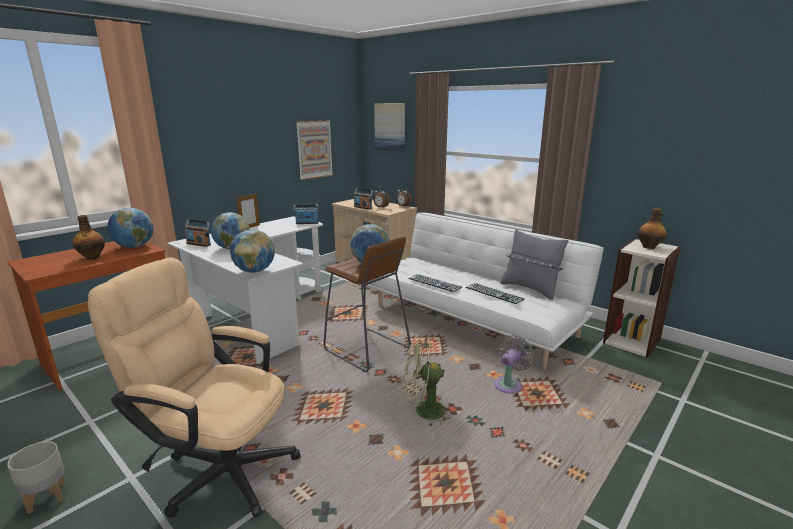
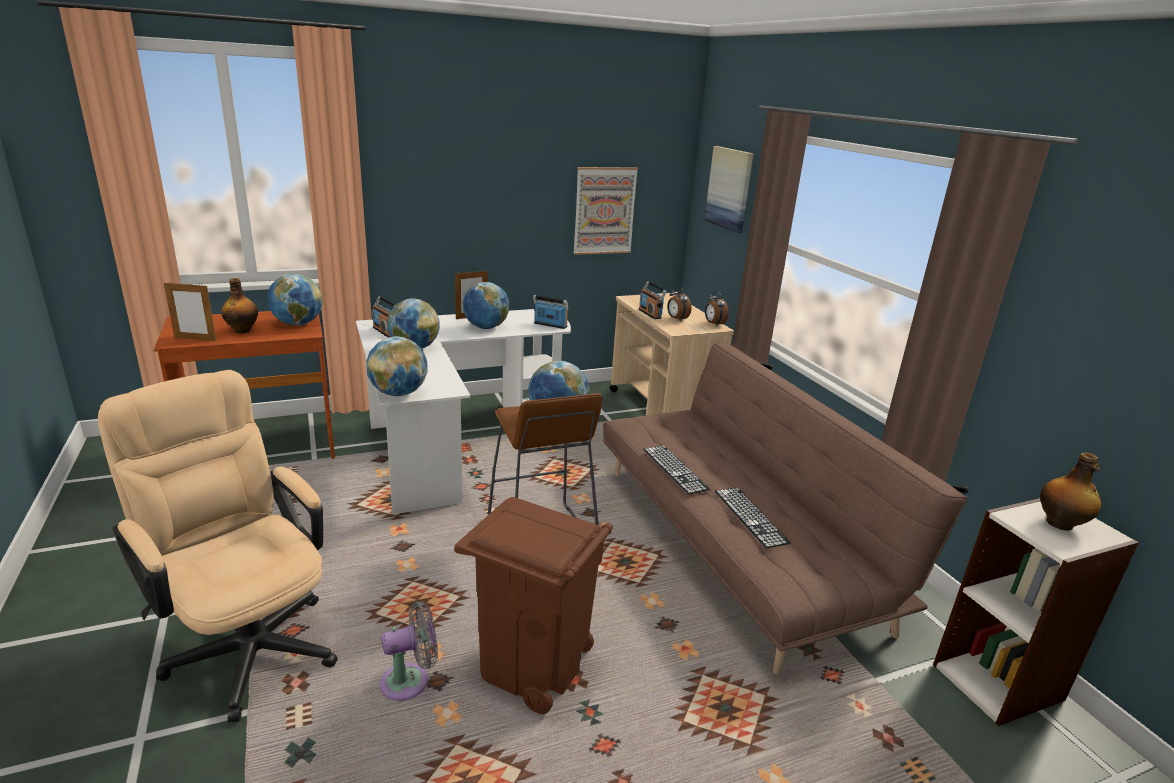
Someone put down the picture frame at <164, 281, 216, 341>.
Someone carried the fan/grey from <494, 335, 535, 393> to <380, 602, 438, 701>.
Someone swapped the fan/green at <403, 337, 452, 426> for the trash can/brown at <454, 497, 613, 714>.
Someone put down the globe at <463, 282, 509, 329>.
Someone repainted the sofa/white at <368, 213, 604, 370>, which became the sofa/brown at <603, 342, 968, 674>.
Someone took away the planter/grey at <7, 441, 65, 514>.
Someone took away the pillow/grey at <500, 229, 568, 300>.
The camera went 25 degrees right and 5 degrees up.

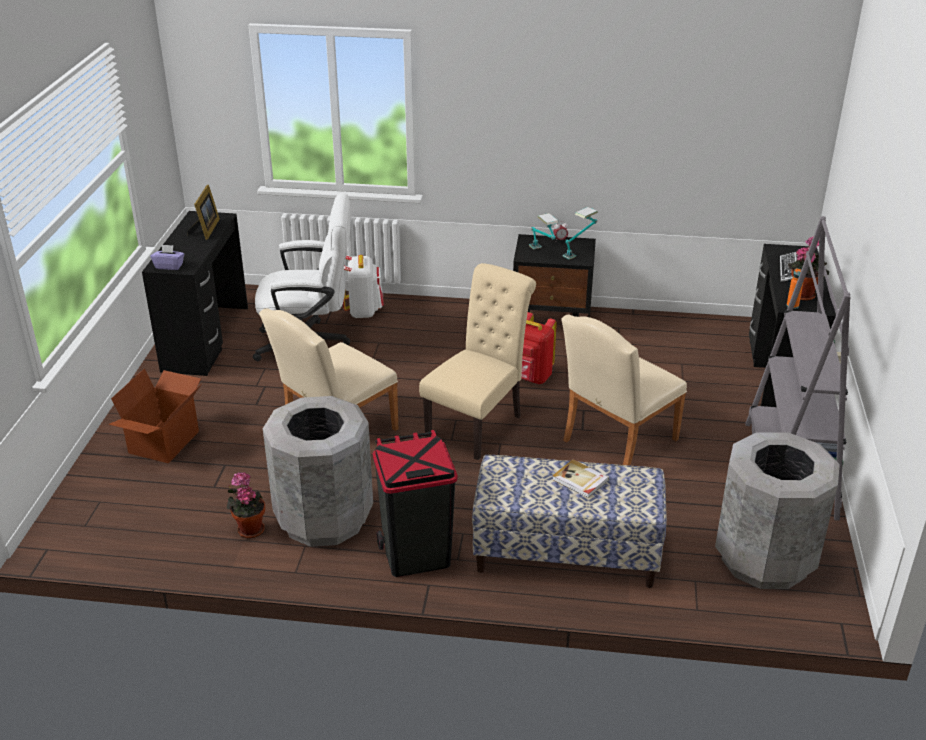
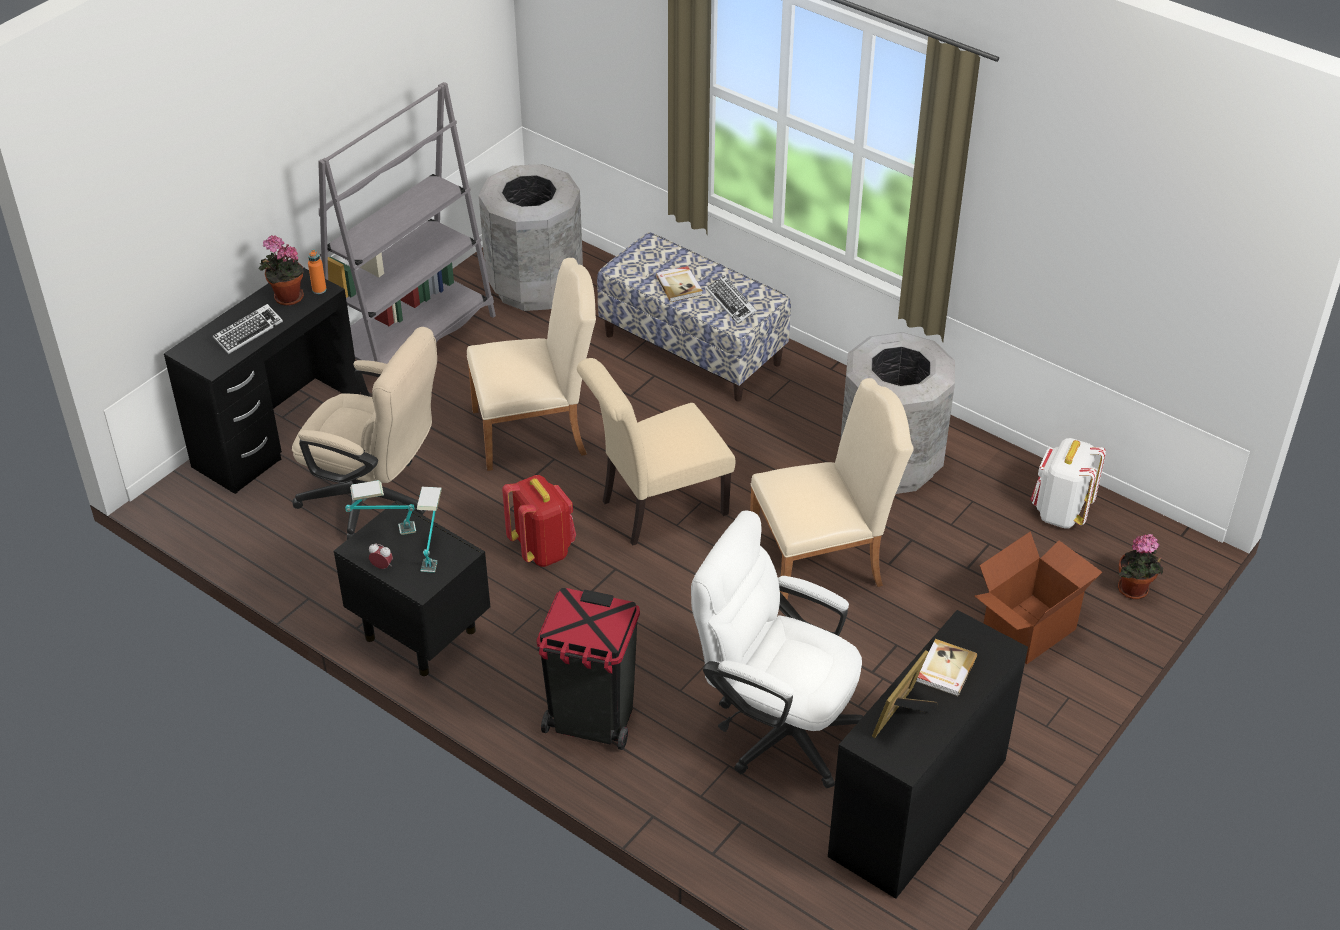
Someone put down the office chair/beige at <292, 327, 437, 539>.
Someone carried the trash can/black from <373, 430, 458, 577> to <536, 588, 640, 750>.
Someone put down the keyboard at <706, 275, 757, 324>.
Someone put down the book at <916, 639, 977, 696>.
Someone carried the backpack/white from <343, 255, 384, 318> to <1031, 438, 1106, 528>.
Someone carried the potted plant from <227, 472, 265, 538> to <1118, 534, 1163, 599>.
Someone took away the tissue box/purple at <151, 245, 184, 270>.
The camera went 150 degrees left and 10 degrees up.

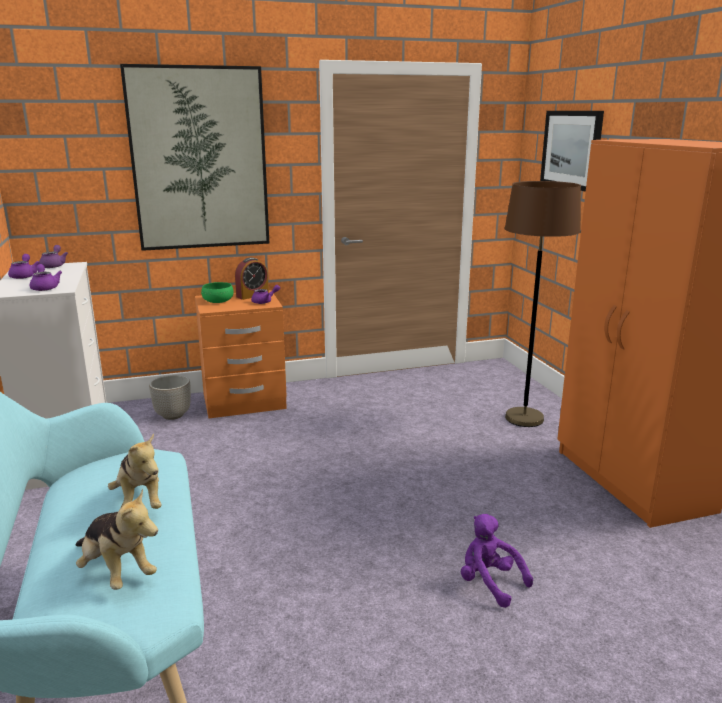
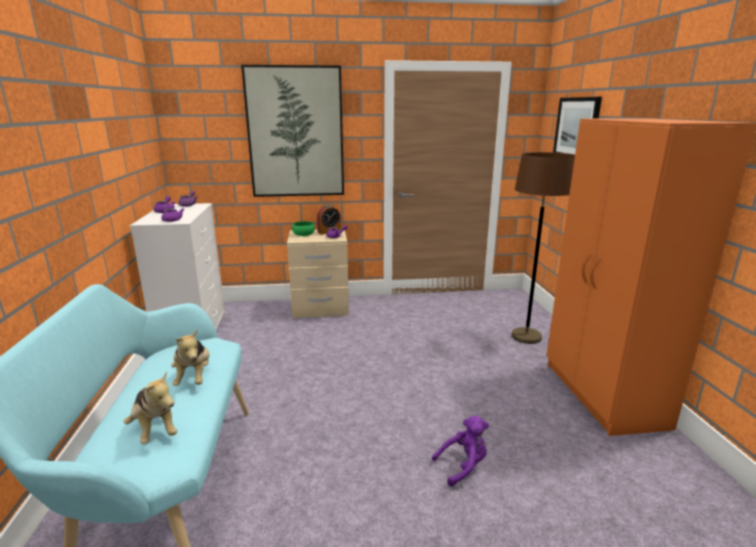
Someone repainted the nightstand/orange at <195, 290, 287, 418>, which became the nightstand/beige at <287, 230, 349, 318>.
Someone rotated the plush toy/purple at <461, 514, 533, 608> by 105 degrees clockwise.
Someone took away the planter at <149, 375, 191, 420>.
The camera went 10 degrees right and 0 degrees up.

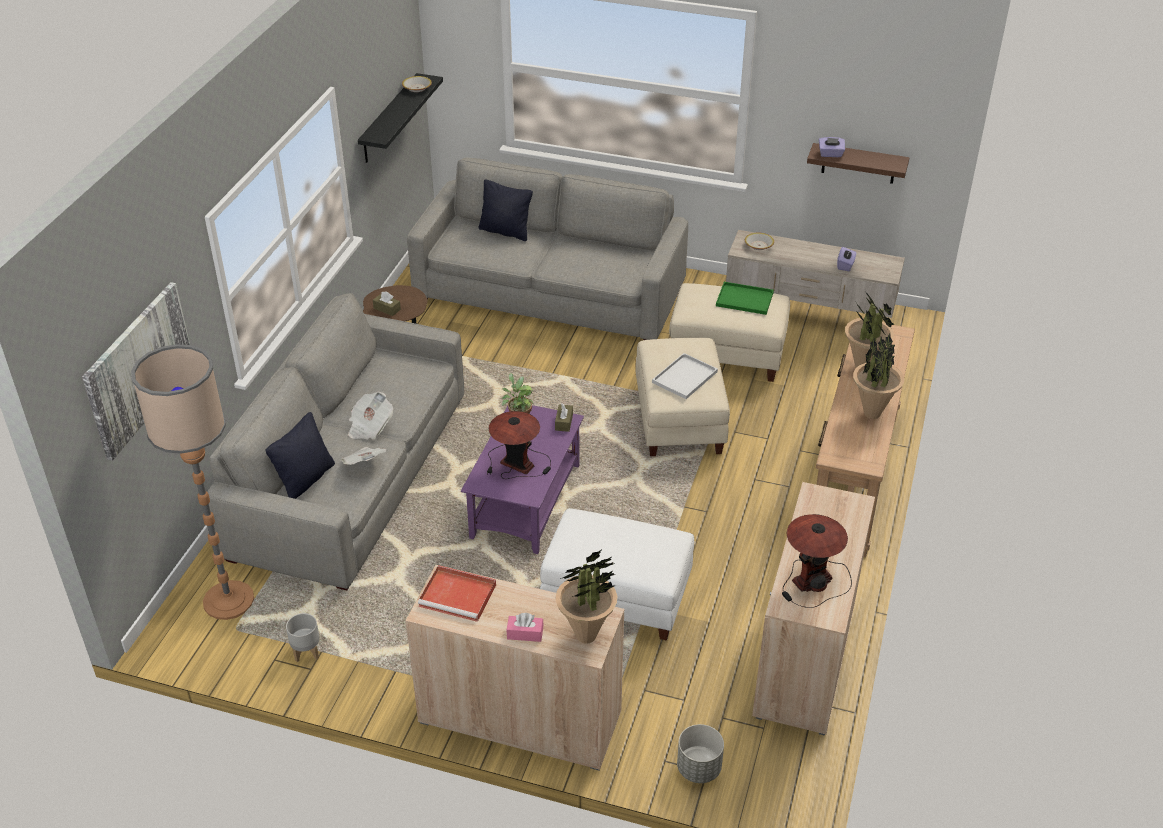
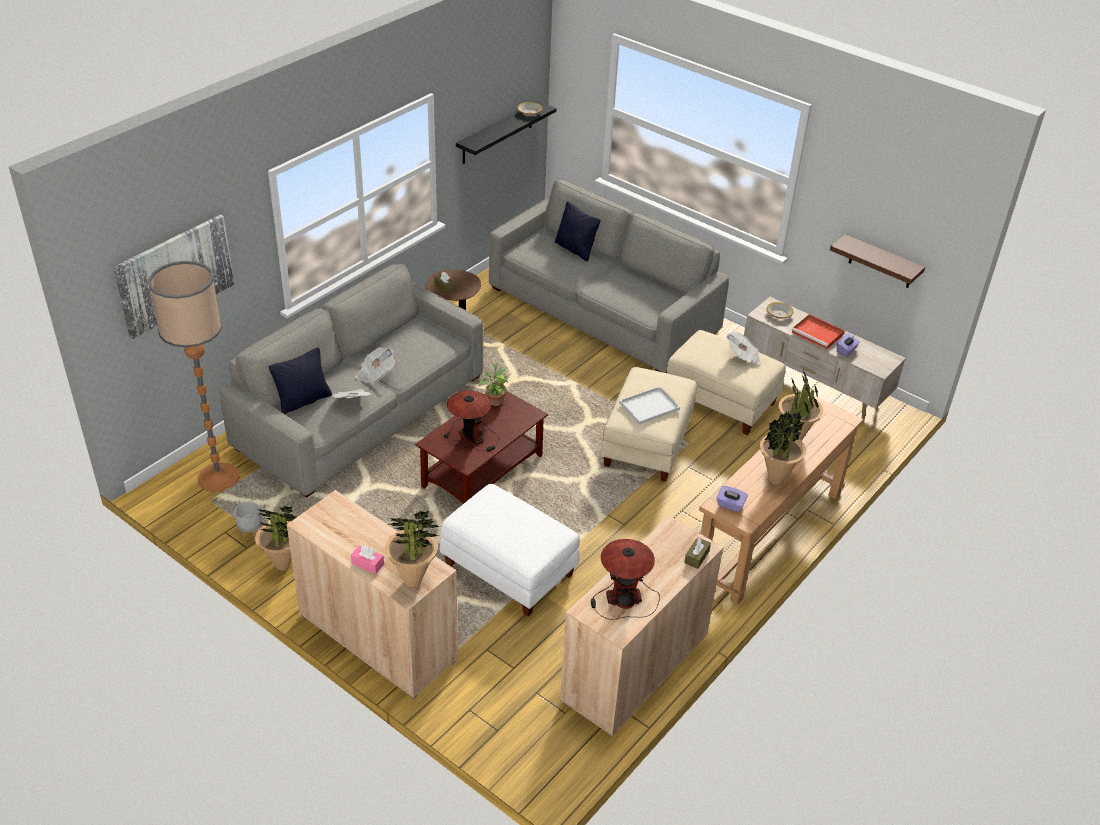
Someone put down the potted plant at <255, 506, 298, 571>.
Someone repainted the coffee table/purple at <461, 405, 584, 554>, which became the coffee table/brown at <415, 391, 548, 504>.
Someone carried the tissue box/brown from <555, 403, 573, 432> to <684, 537, 711, 569>.
Someone carried the tissue box/purple from <819, 137, 845, 157> to <716, 486, 748, 512>.
Someone swapped the tray/green at <716, 282, 774, 315> for the newspaper at <726, 332, 761, 364>.
Someone carried the tray/red from <418, 565, 496, 622> to <791, 314, 845, 349>.
Someone took away the planter/grey at <677, 724, 724, 783>.
The camera went 20 degrees right and 0 degrees up.

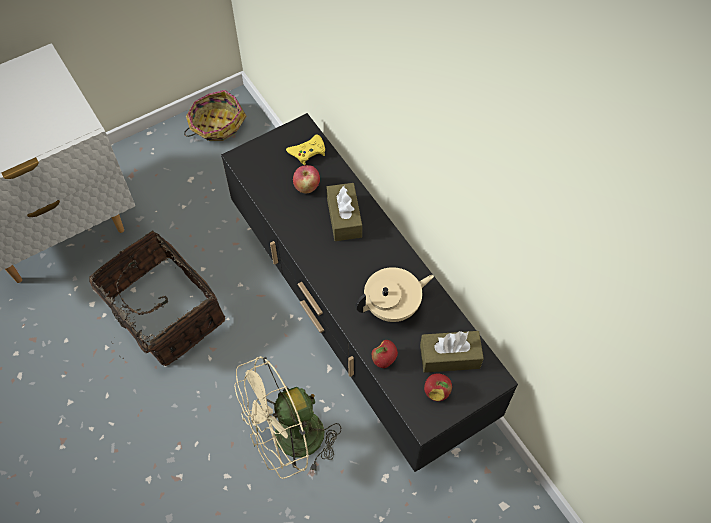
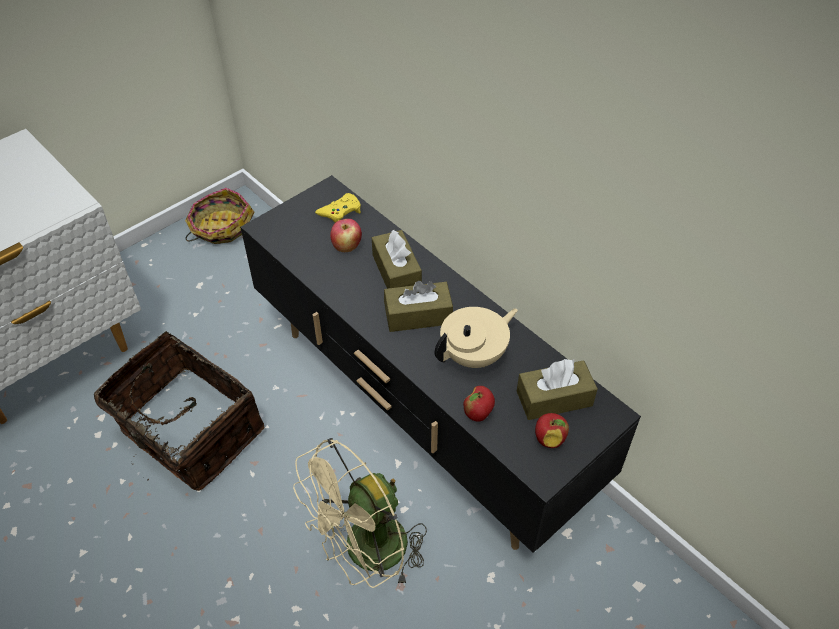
Someone put down the tissue box/brown at <384, 281, 453, 332>.
The camera went 10 degrees left and 10 degrees down.

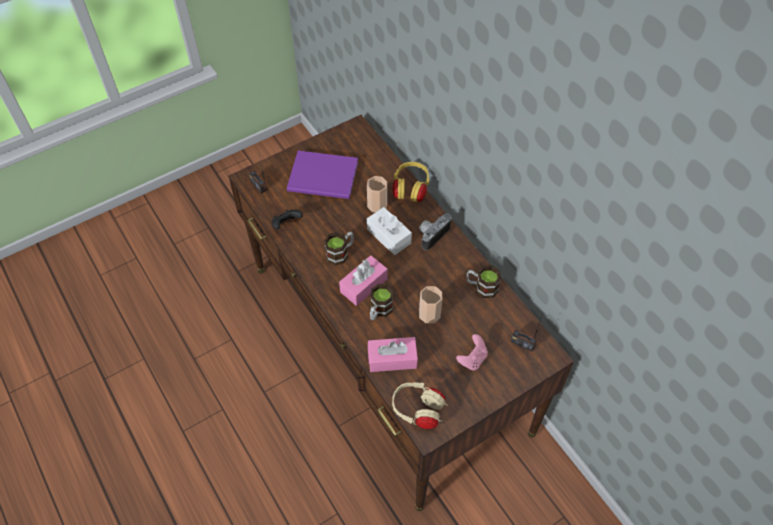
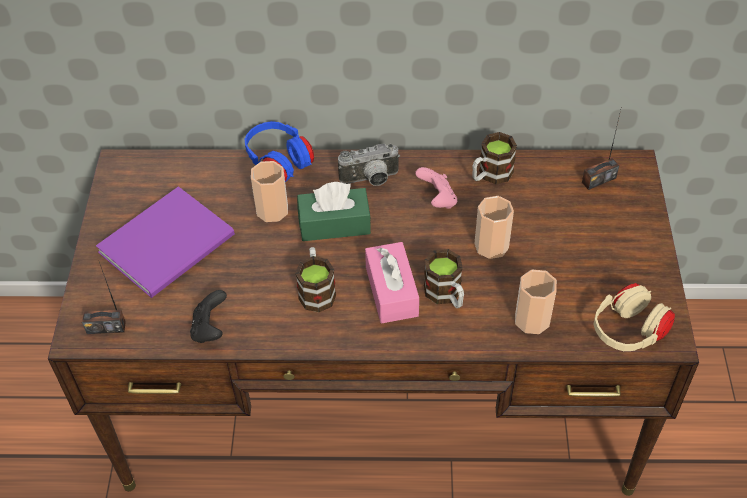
Someone repainted the headphones/yellow at <393, 162, 429, 202>, which became the headphones/blue at <245, 121, 314, 182>.
Someone repainted the tissue box/white at <367, 207, 412, 255>, which became the tissue box/green at <297, 182, 371, 241>.
Someone rotated the photo camera at <419, 213, 452, 250> by 90 degrees counterclockwise.
Someone carried the game controller/pink from <456, 334, 488, 371> to <415, 167, 457, 209>.
Someone swapped the tissue box/pink at <368, 337, 418, 372> for the cup at <515, 270, 557, 334>.
The camera went 55 degrees left and 5 degrees down.

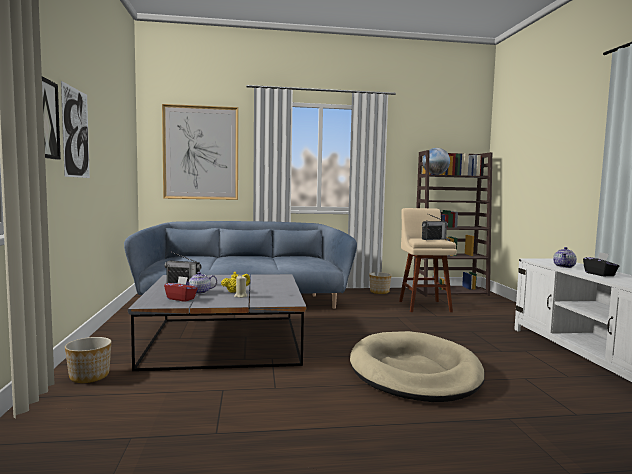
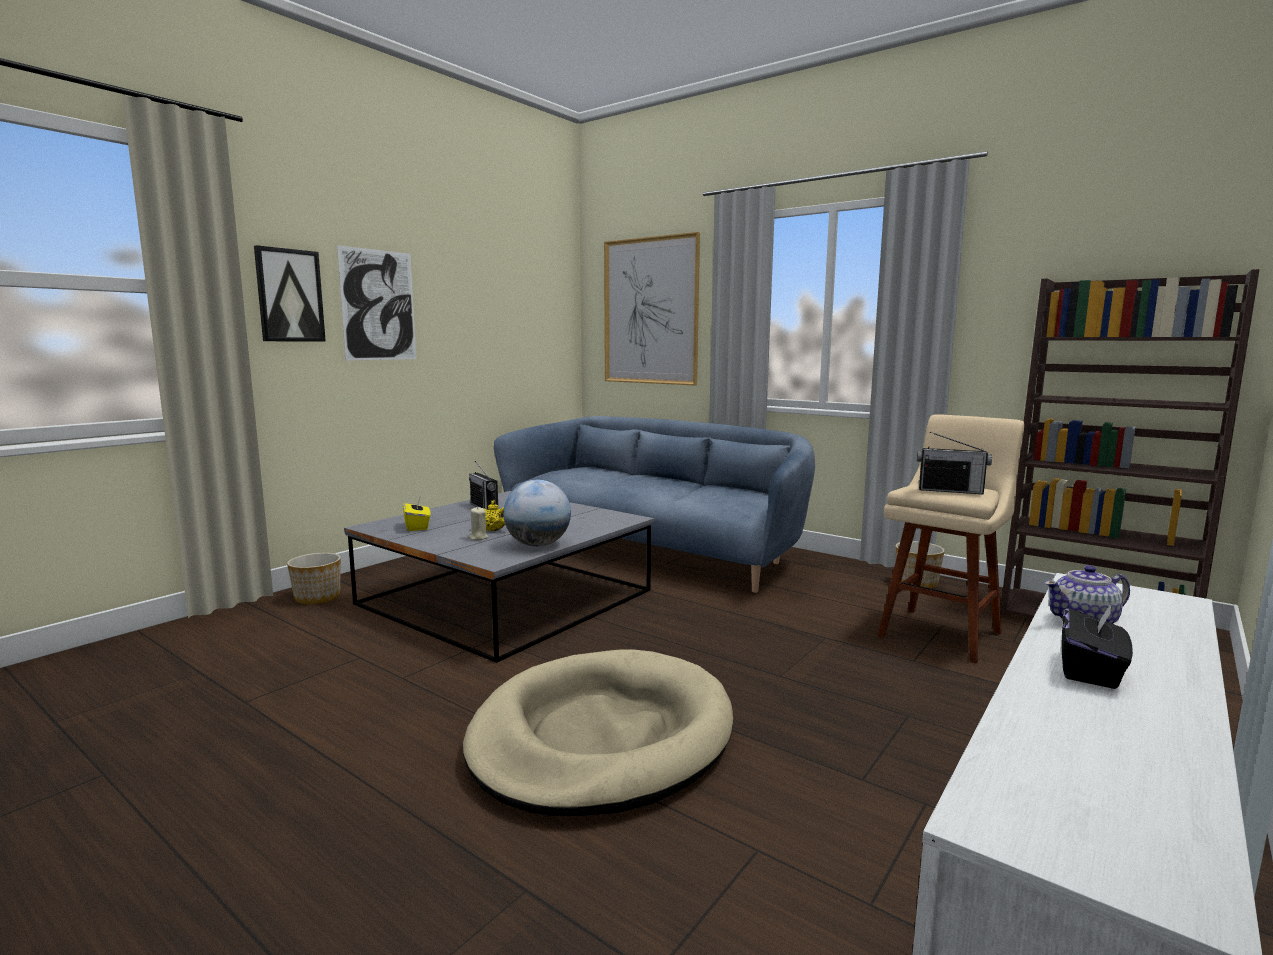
Someone repainted the tissue box/red at <164, 276, 198, 302>, which became the tissue box/yellow at <403, 498, 431, 531>.
Someone carried the globe from <422, 148, 450, 175> to <503, 480, 571, 547>.
Someone took away the teapot at <186, 272, 217, 294>.
The camera went 45 degrees right and 5 degrees up.

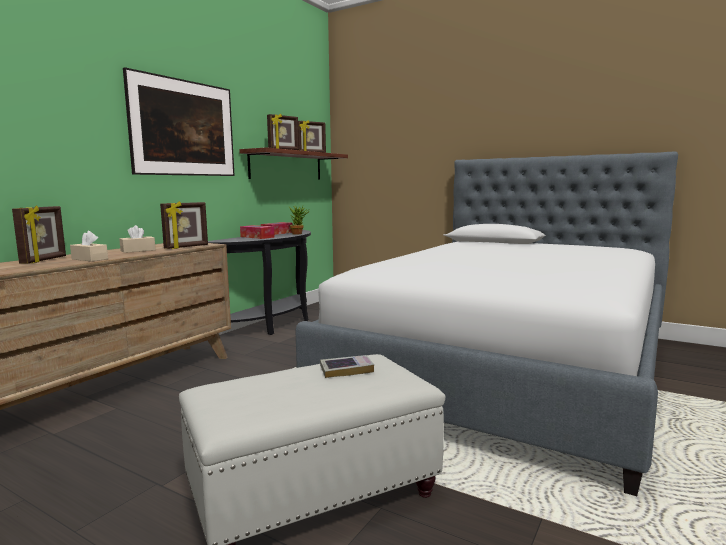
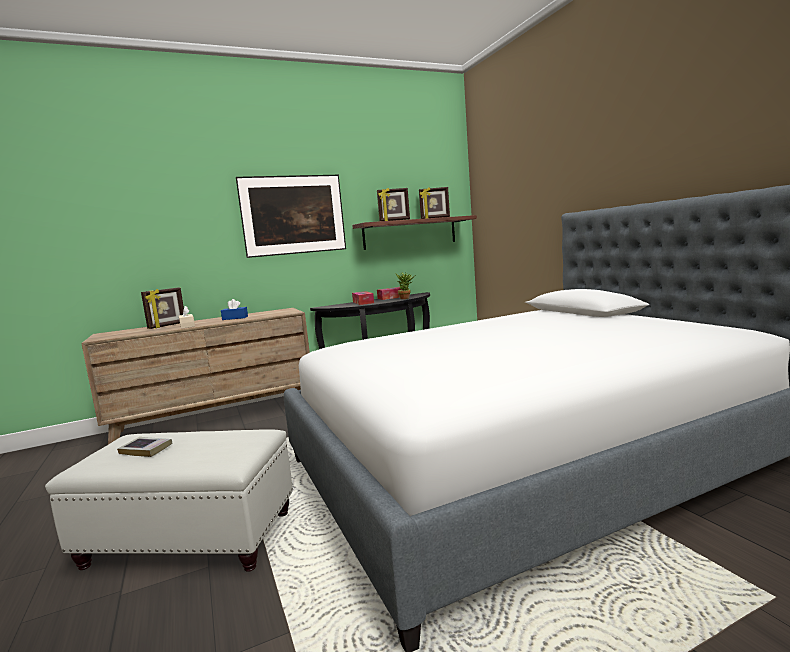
Someone carried the book from <320, 355, 374, 378> to <117, 437, 172, 457>.
Someone repainted the tissue box/beige at <120, 225, 156, 253>, which became the tissue box/blue at <221, 299, 248, 320>.
Someone took away the picture frame at <160, 201, 208, 249>.
The camera went 35 degrees right and 0 degrees up.

